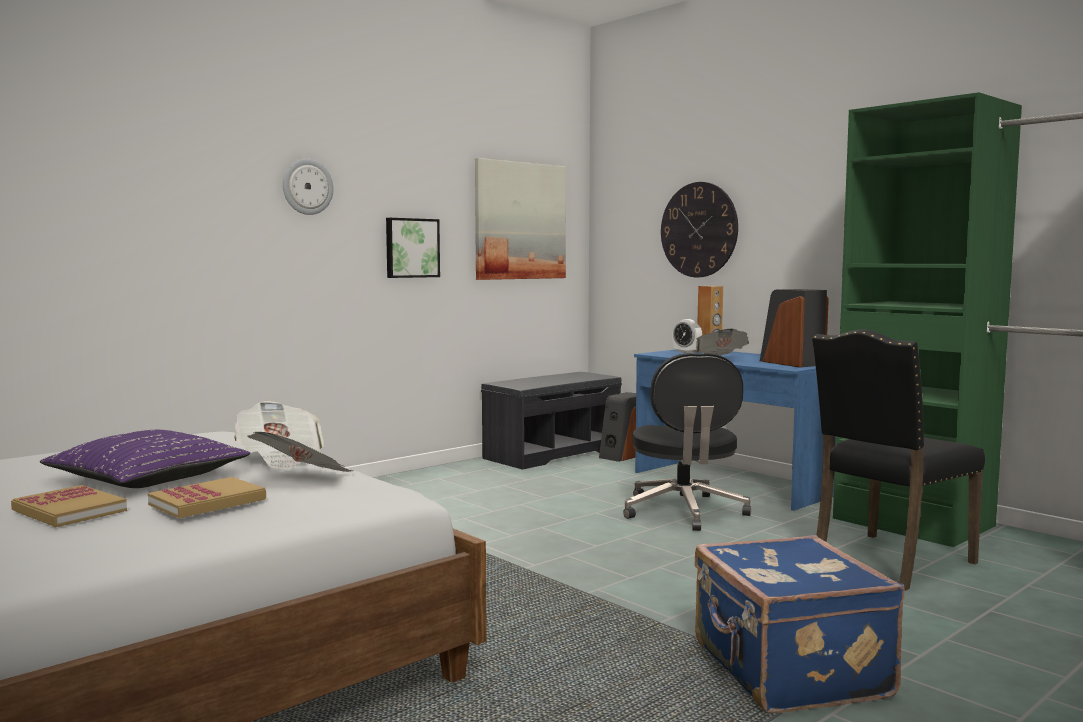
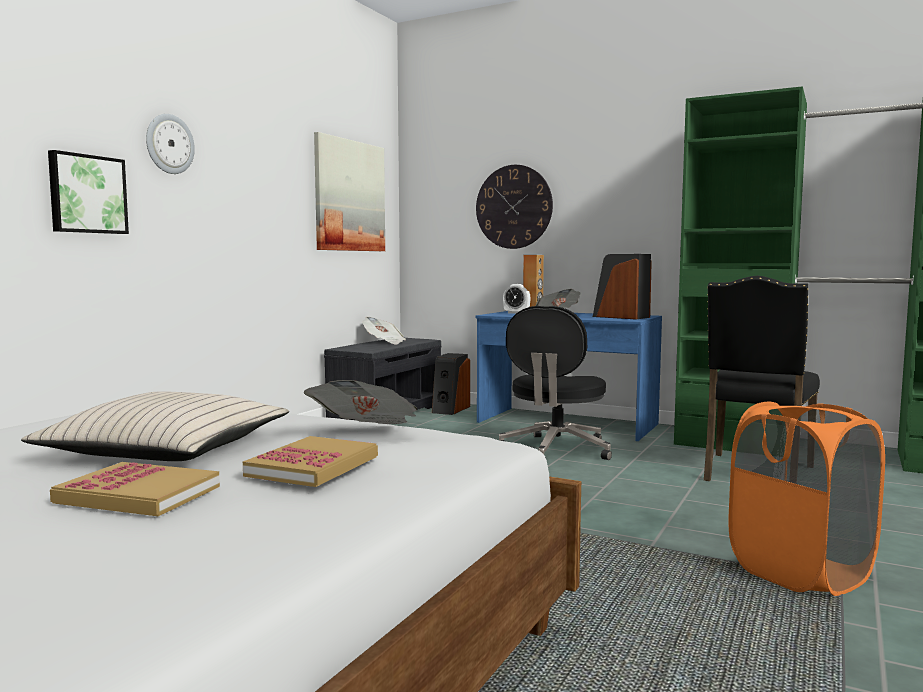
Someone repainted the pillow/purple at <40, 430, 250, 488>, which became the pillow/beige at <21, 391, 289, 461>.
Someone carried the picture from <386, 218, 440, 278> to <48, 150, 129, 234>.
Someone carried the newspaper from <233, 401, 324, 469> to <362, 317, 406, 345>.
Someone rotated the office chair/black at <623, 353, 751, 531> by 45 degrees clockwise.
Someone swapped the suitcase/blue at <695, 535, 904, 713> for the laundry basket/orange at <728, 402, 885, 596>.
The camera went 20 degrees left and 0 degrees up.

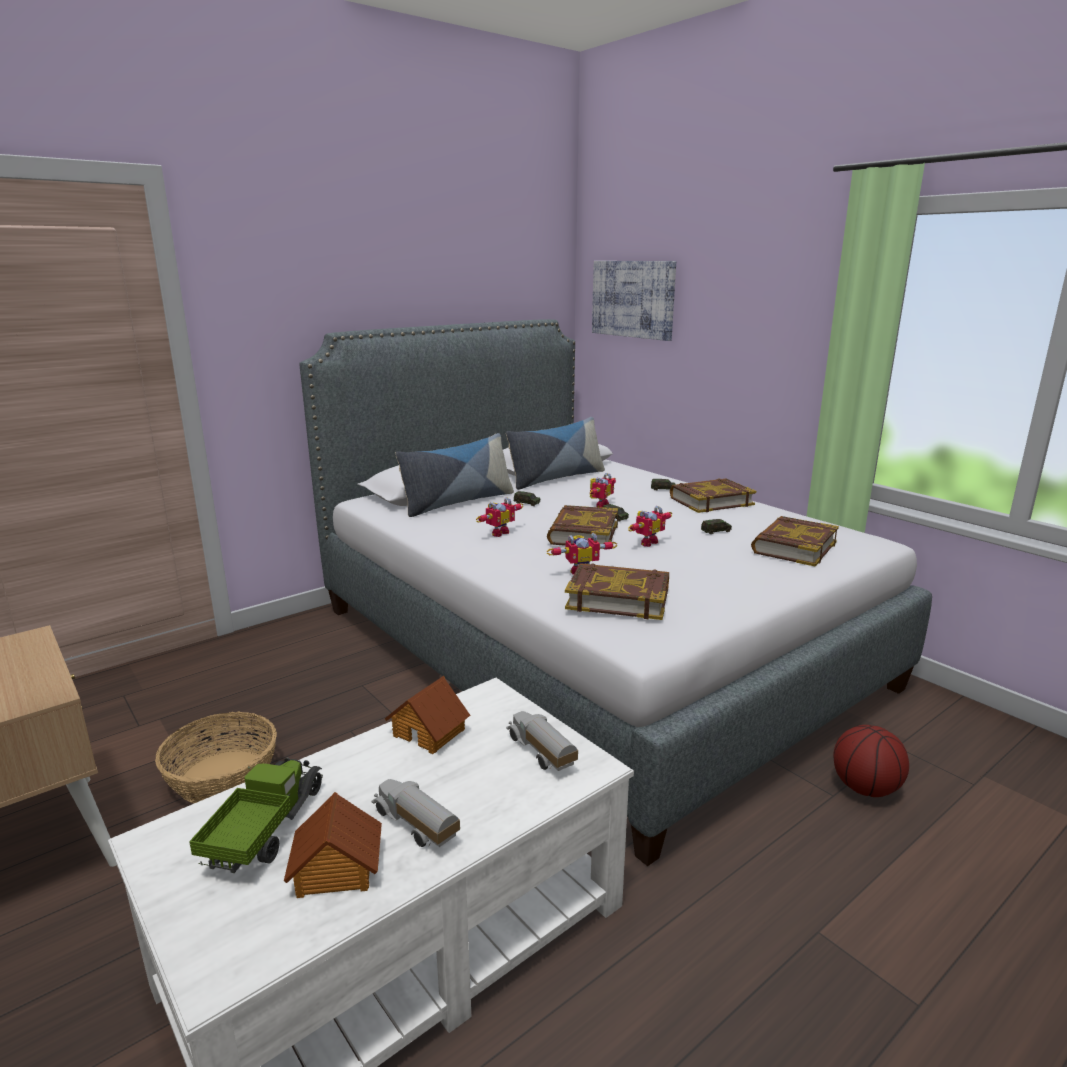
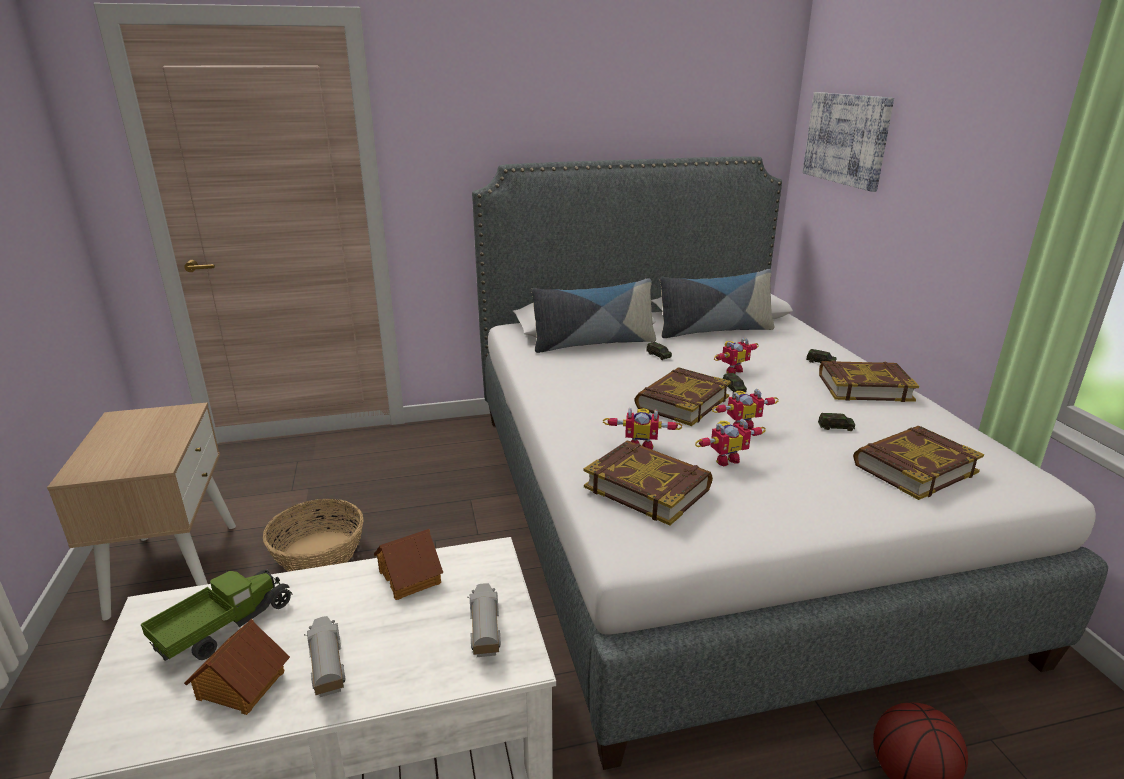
Someone carried the toy robot from <476, 498, 523, 537> to <695, 419, 766, 467>.
The camera went 25 degrees right and 5 degrees up.

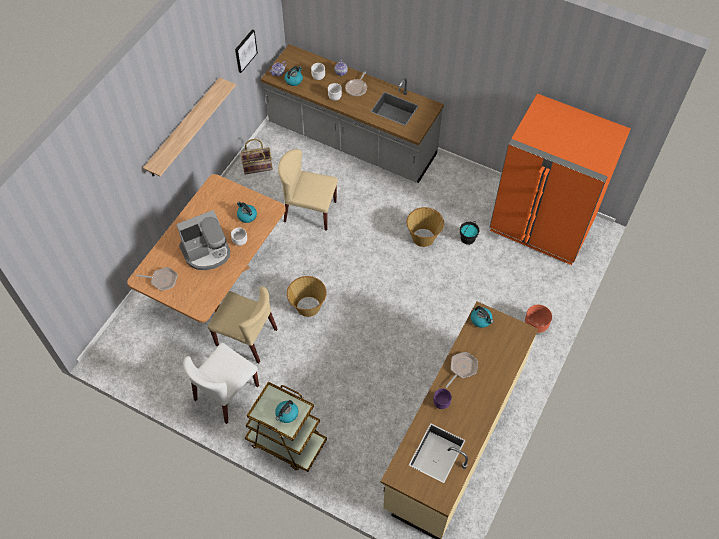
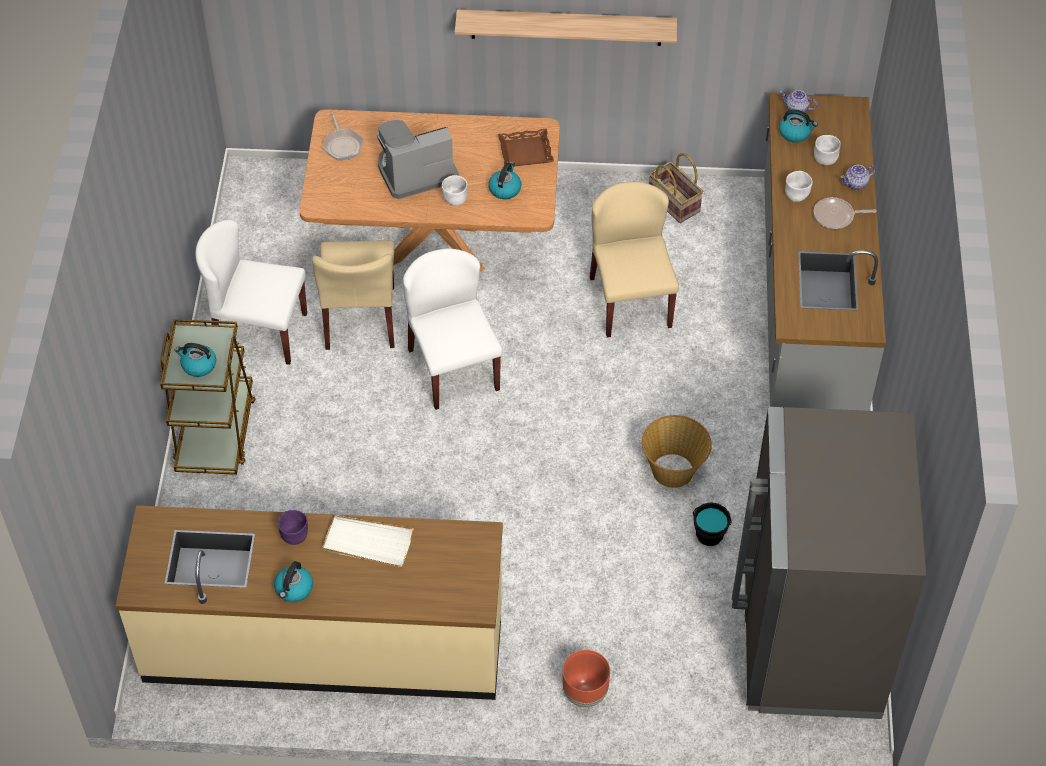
Someone carried the kettle from <471, 306, 494, 328> to <274, 561, 313, 602>.
Someone swapped the frying pan at <445, 352, 478, 388> for the tray/white at <322, 515, 414, 567>.
Someone rotated the coffee machine at <176, 210, 230, 270> by 120 degrees clockwise.
Someone swapped the basket at <287, 276, 326, 317> for the chair/white at <403, 249, 502, 410>.
Someone put down the tray/brown at <498, 129, 554, 166>.
Someone repainted the fridge/orange at <490, 94, 631, 265>, which became the fridge/grey at <732, 407, 926, 719>.
Someone took away the picture at <235, 29, 258, 73>.
The camera went 65 degrees right and 5 degrees down.

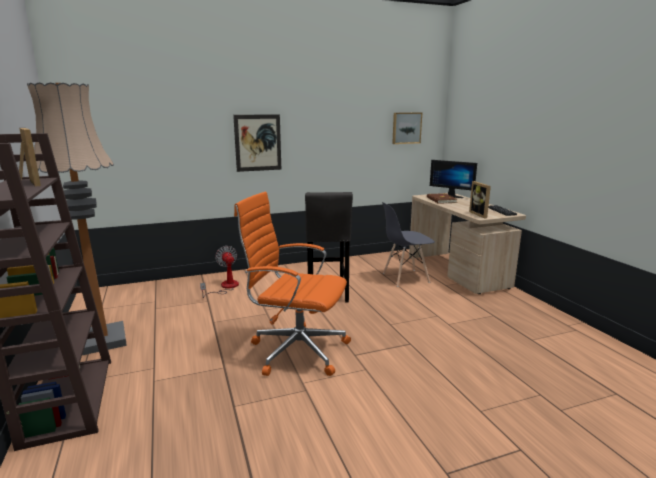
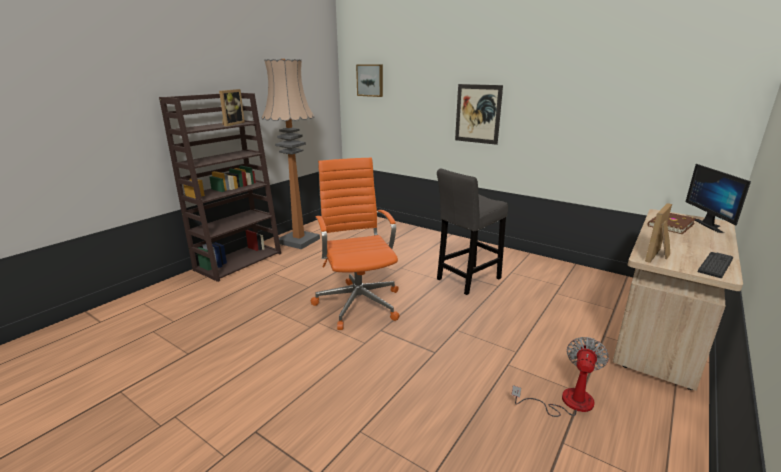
Someone carried the picture from <392, 112, 422, 144> to <356, 64, 383, 97>.
Someone carried the fan from <200, 246, 239, 298> to <512, 337, 609, 417>.
Someone took away the chair/grey at <382, 202, 435, 287>.
The camera went 55 degrees right and 5 degrees up.

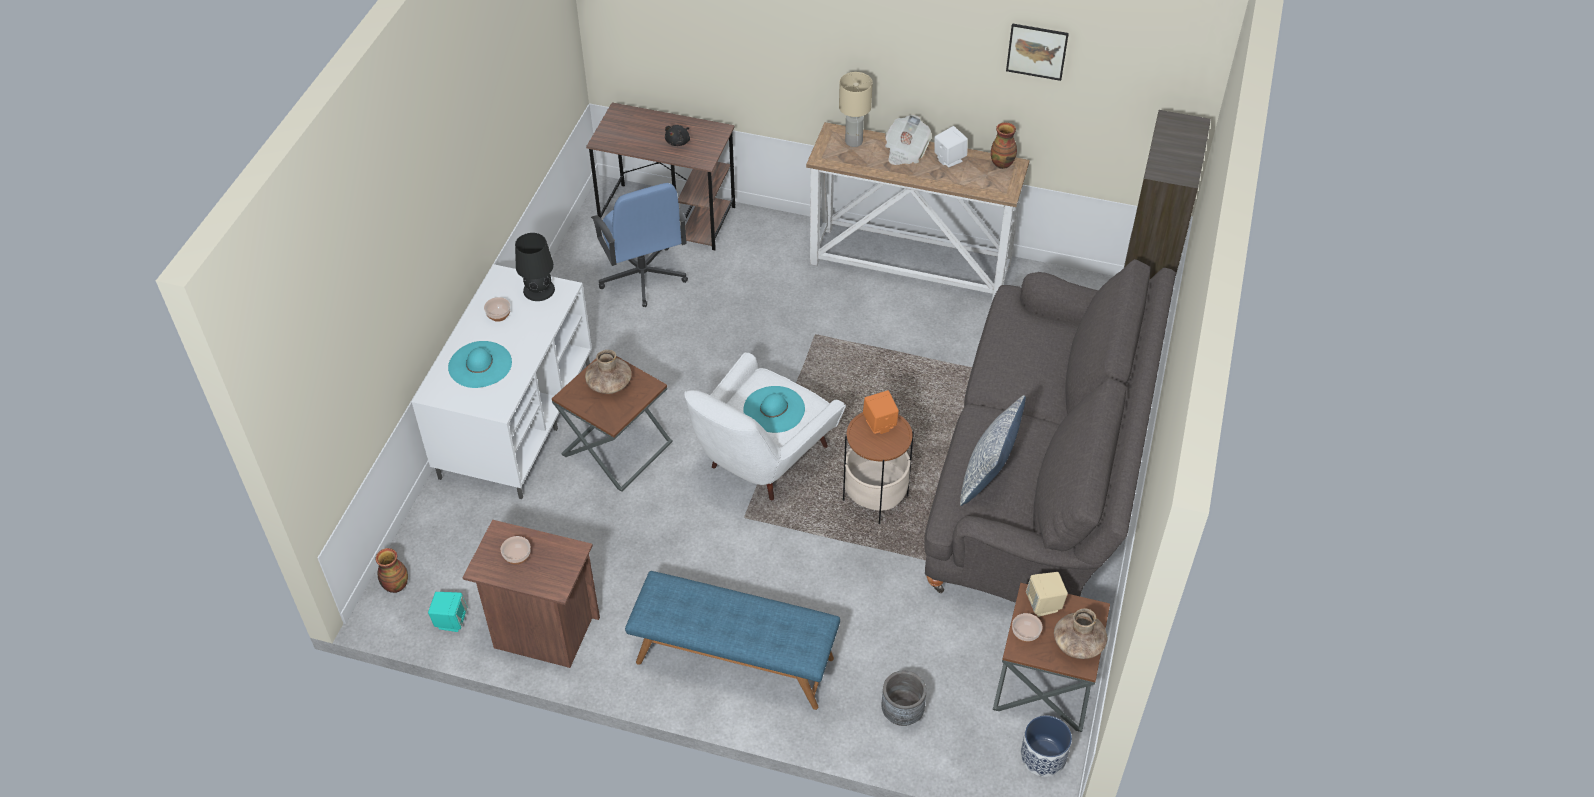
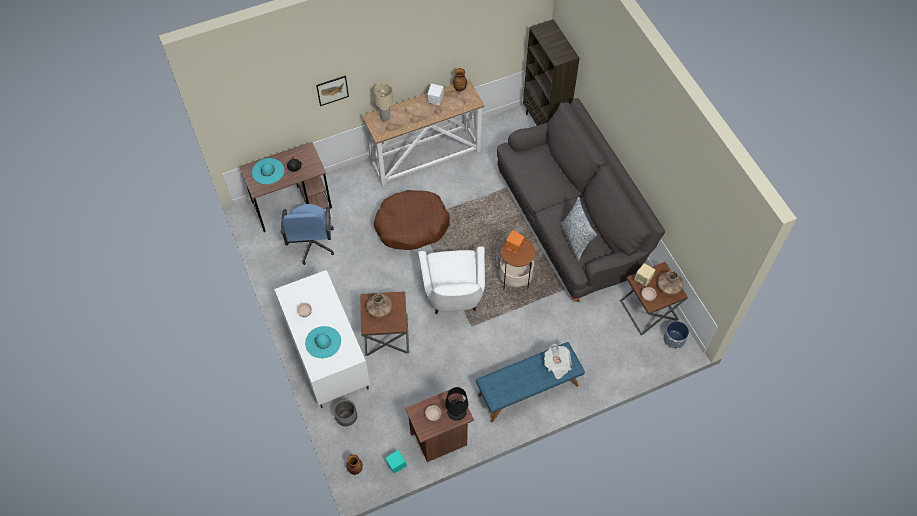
Someone carried the hat/turquoise from <743, 386, 805, 433> to <252, 158, 284, 184>.
Someone rotated the office chair/blue at <591, 183, 688, 307> by 60 degrees clockwise.
Someone carried the picture from <1006, 23, 1069, 81> to <316, 75, 349, 106>.
Someone carried the planter/grey from <882, 671, 927, 726> to <334, 399, 357, 426>.
Someone put down the dog bed/brown at <374, 190, 450, 250>.
Someone carried the table lamp/black from <515, 233, 555, 301> to <445, 387, 468, 421>.
Someone carried the newspaper from <885, 115, 932, 165> to <544, 344, 572, 379>.
The camera went 40 degrees left and 10 degrees up.

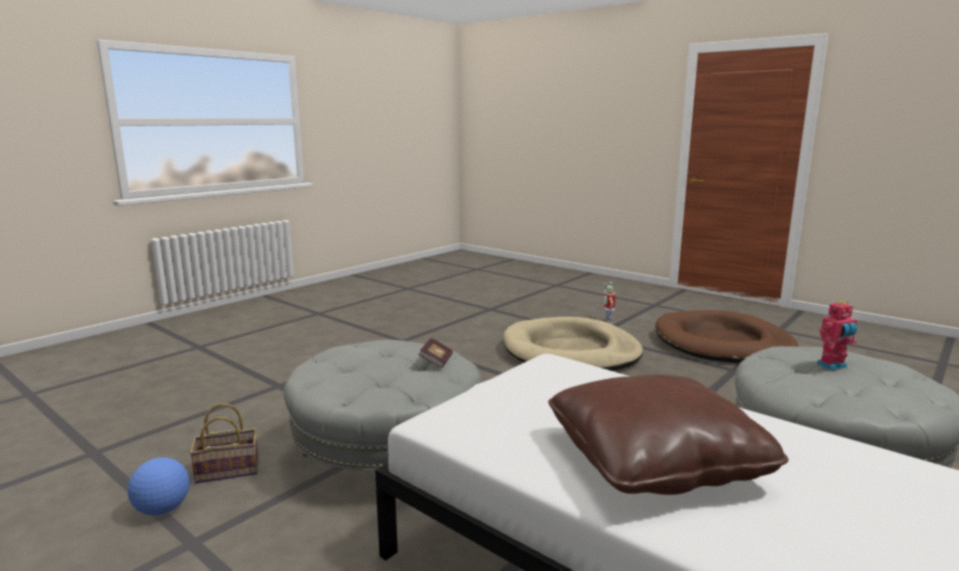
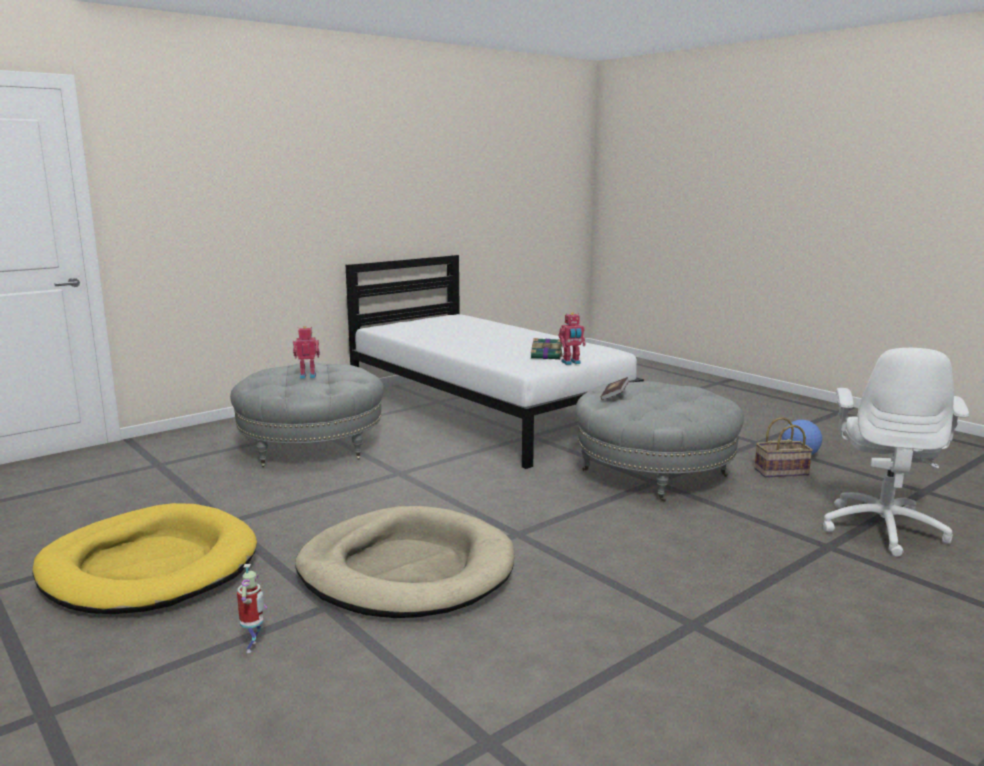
Someone repainted the dog bed/brown at <655, 310, 798, 363>, which became the dog bed/yellow at <32, 503, 257, 614>.
Someone put down the book at <531, 338, 564, 360>.
Someone put down the toy robot at <559, 312, 586, 365>.
Someone put down the office chair/white at <823, 348, 969, 557>.
Someone took away the pillow/brown at <548, 374, 789, 495>.
The camera went 170 degrees left and 0 degrees up.

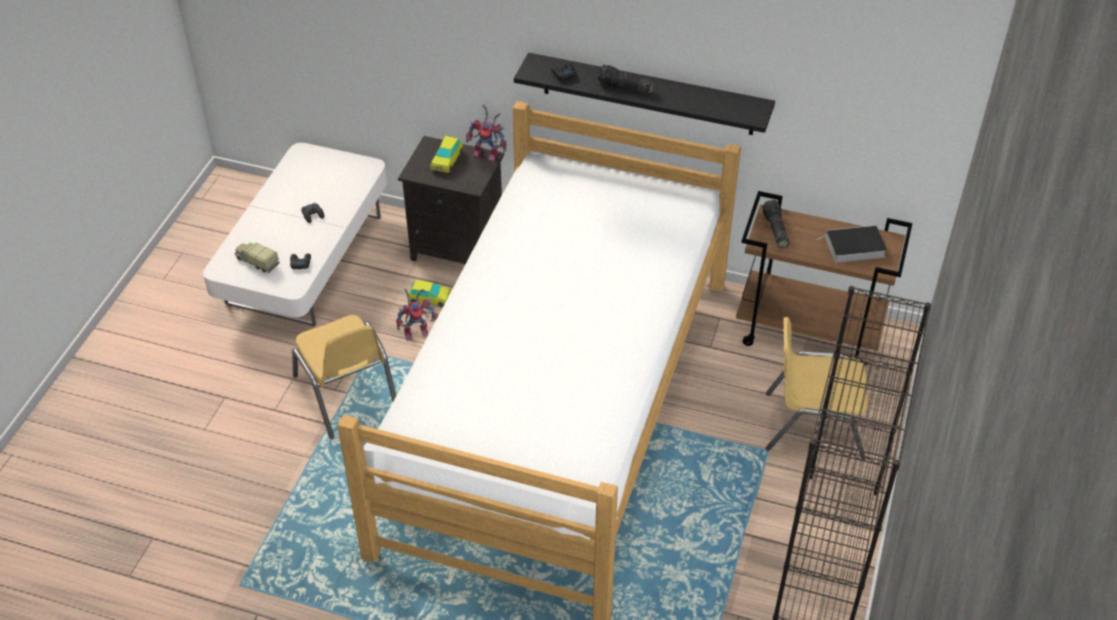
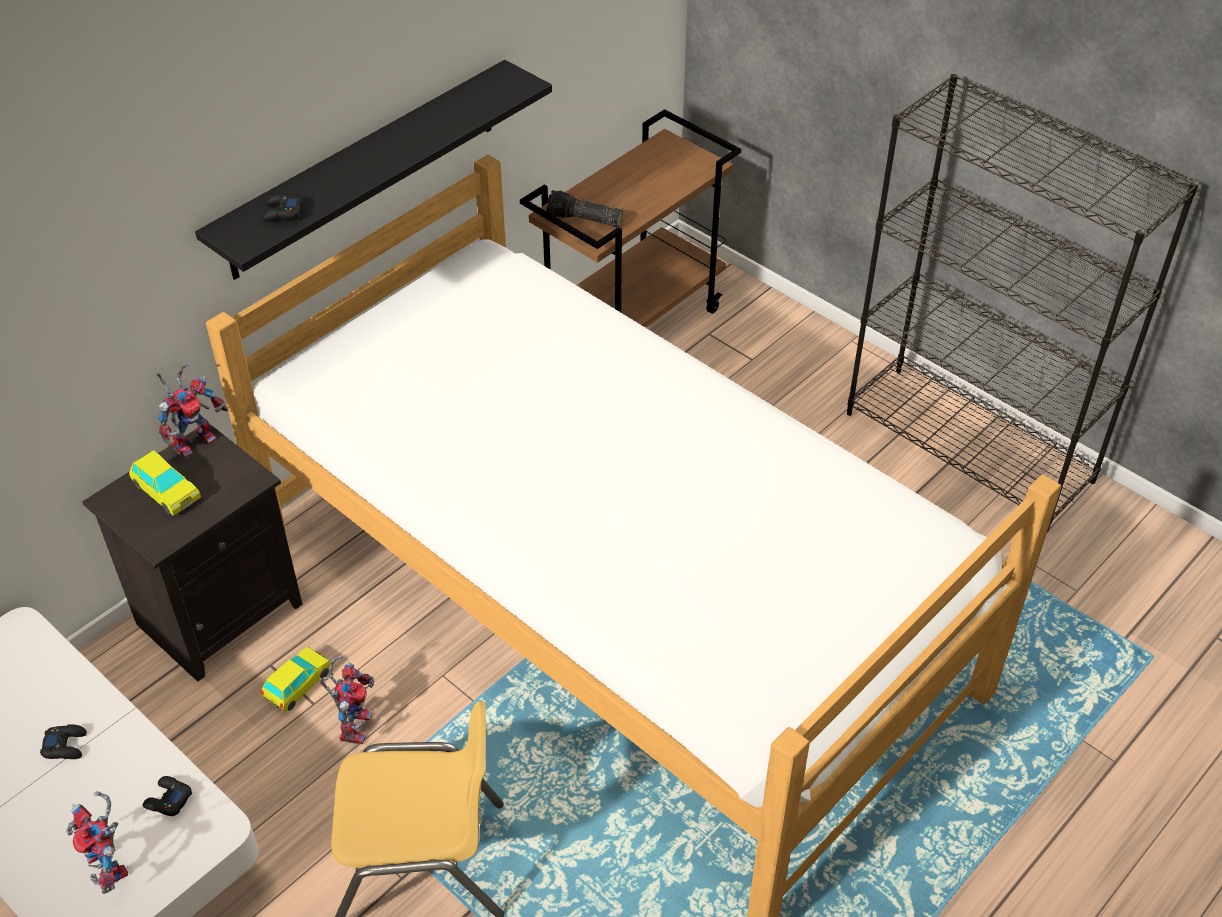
Someone swapped the toy truck at <235, 242, 280, 273> for the toy robot at <66, 791, 128, 894>.
Someone took away the flashlight at <598, 64, 654, 94>.
Someone took away the chair/yellow at <766, 317, 868, 460>.
Someone took away the book at <817, 225, 887, 263>.
The camera went 65 degrees left and 0 degrees up.

